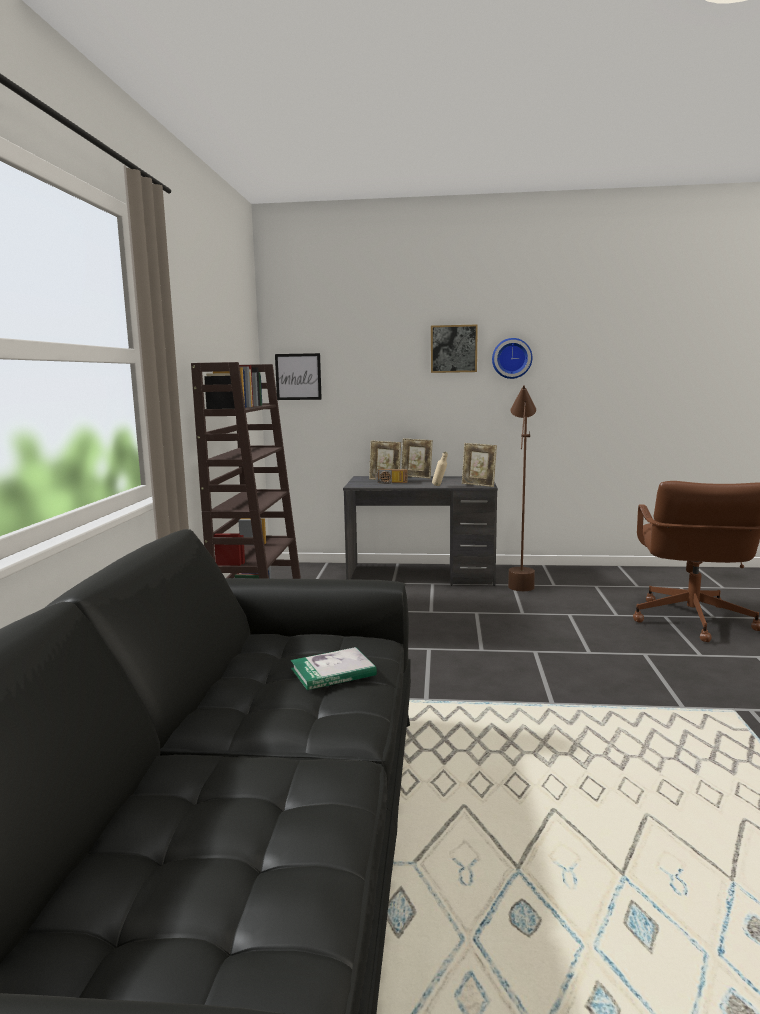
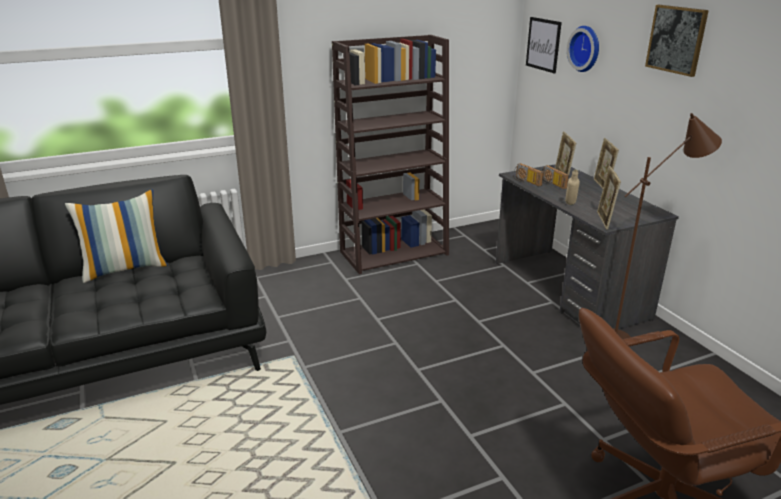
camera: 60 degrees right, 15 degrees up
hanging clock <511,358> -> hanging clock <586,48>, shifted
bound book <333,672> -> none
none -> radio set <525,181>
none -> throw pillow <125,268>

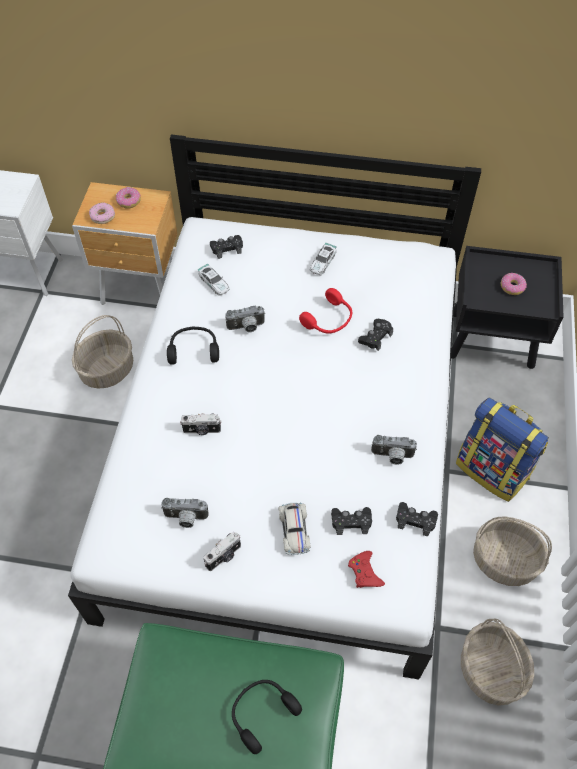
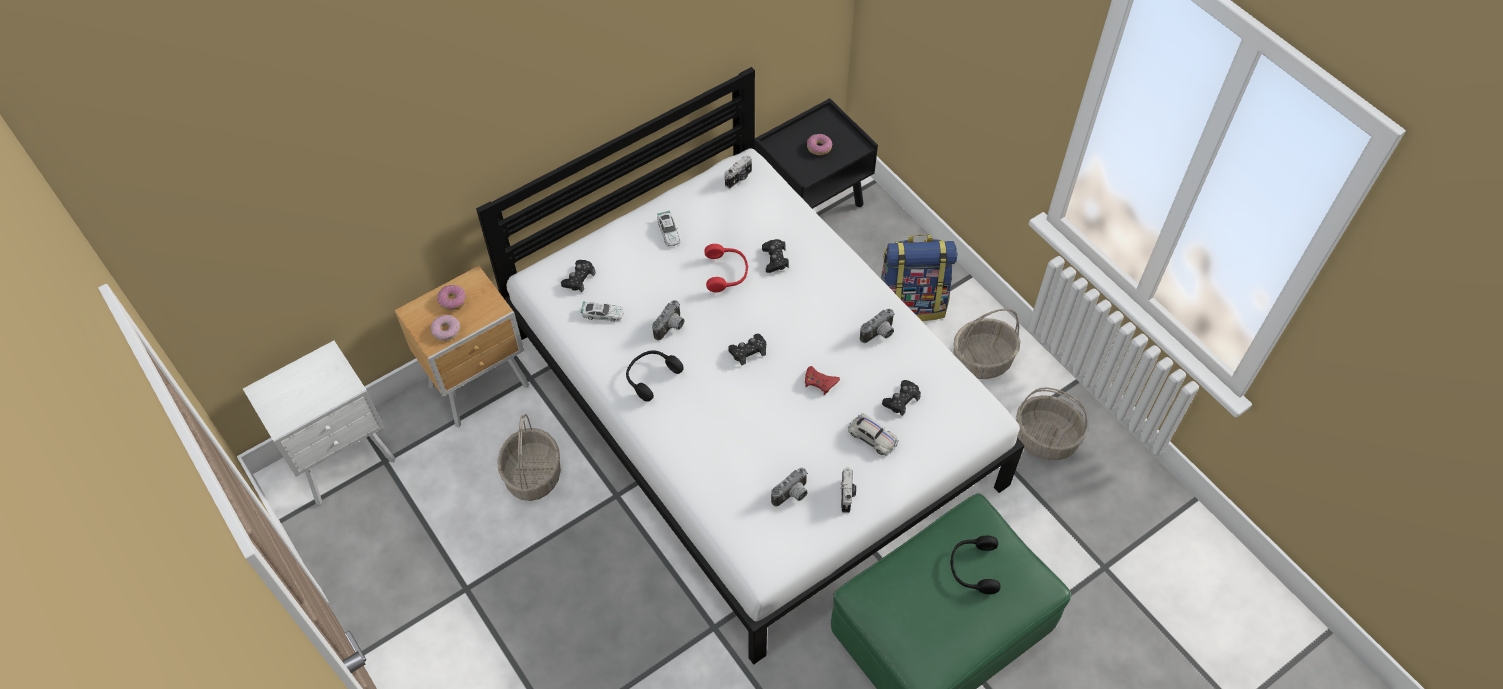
camera: 45 degrees left, 0 degrees up
still camera <202,430> -> still camera <739,178>, shifted
game controller/blackish <415,520> -> game controller/blackish <748,351>, shifted
game controller/red-coloured <365,572> -> game controller/red-coloured <820,382>, shifted

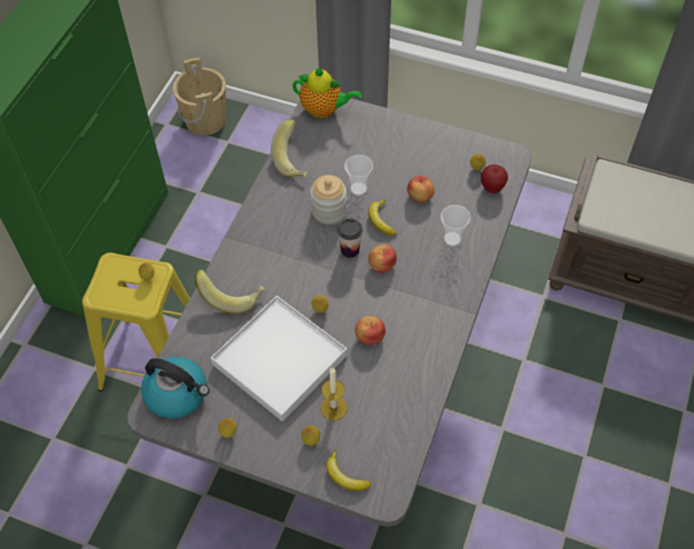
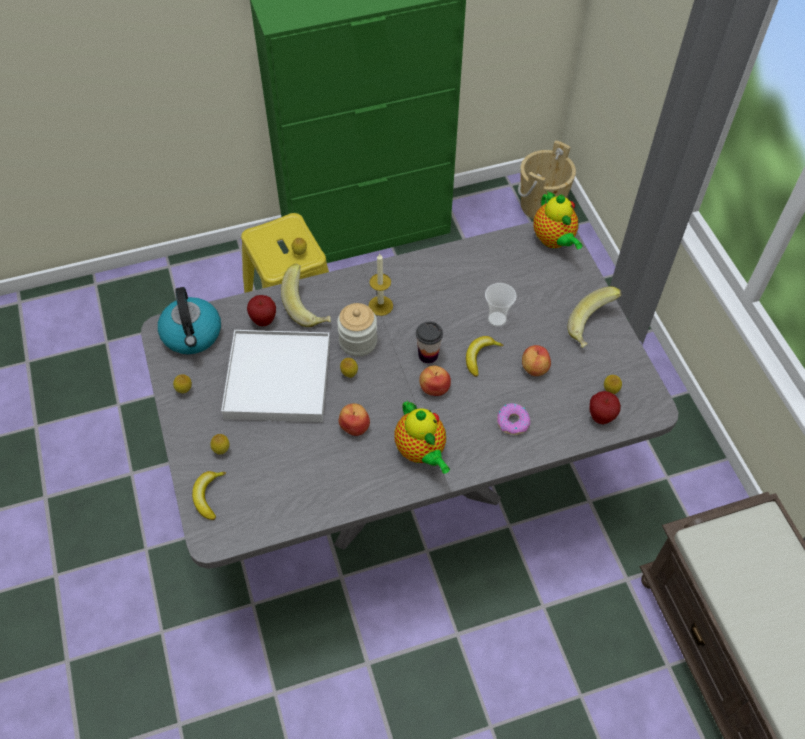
camera: 50 degrees right, 0 degrees up
banana <294,161> -> banana <592,328>, shifted
jar <329,211> -> jar <358,342>, shifted
small cup <452,239> -> ring doughnut <513,422>
candle <334,408> -> candle <380,305>, shifted
none -> apple <263,320>
none -> teapot <421,451>

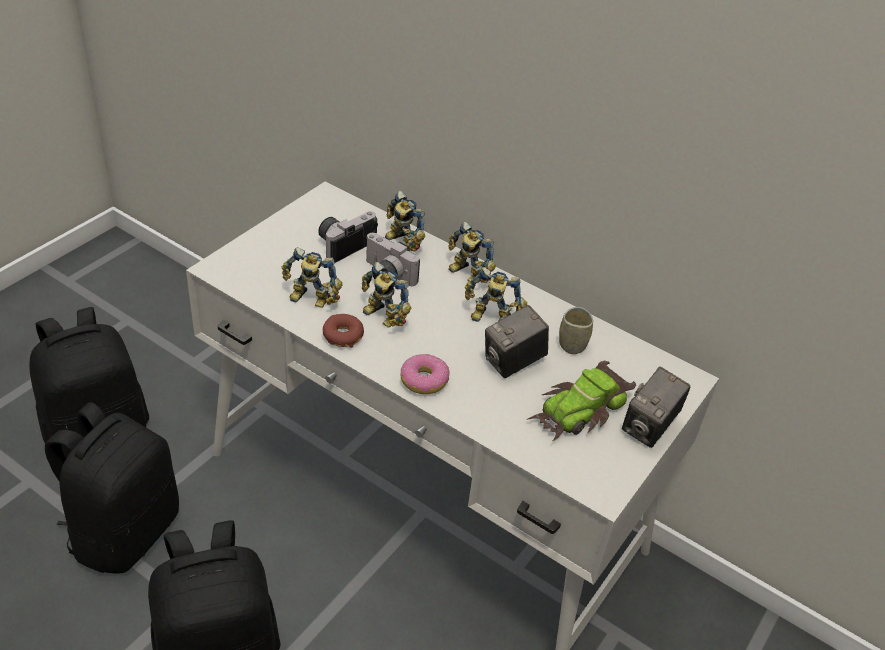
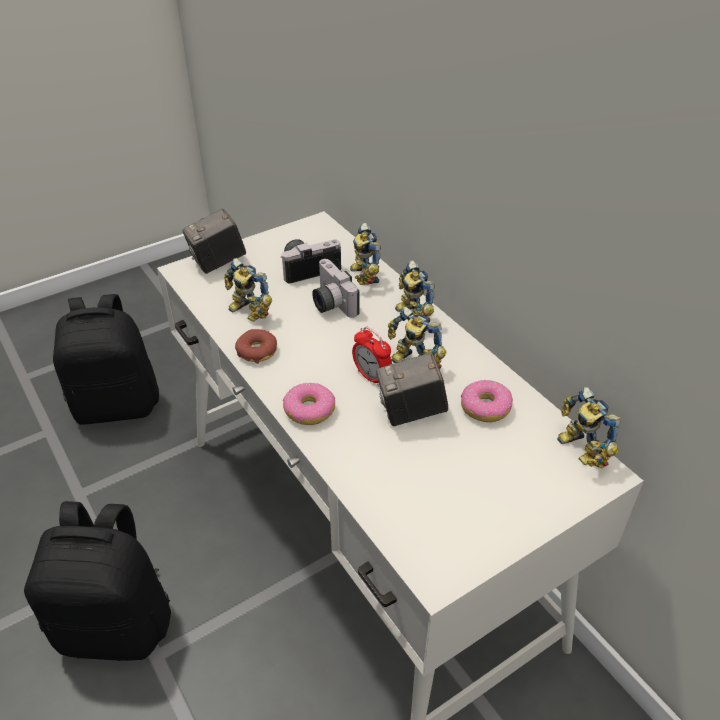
camera: 25 degrees right, 0 degrees up
toy robot <381,317> -> toy robot <578,450>, shifted
small cup <572,345> -> ring doughnut <485,407>
miniature car <580,409> -> none
still camera <648,428> -> still camera <218,262>, shifted
knapsack/blackish <124,531> -> none
none -> bedside clock <371,377>

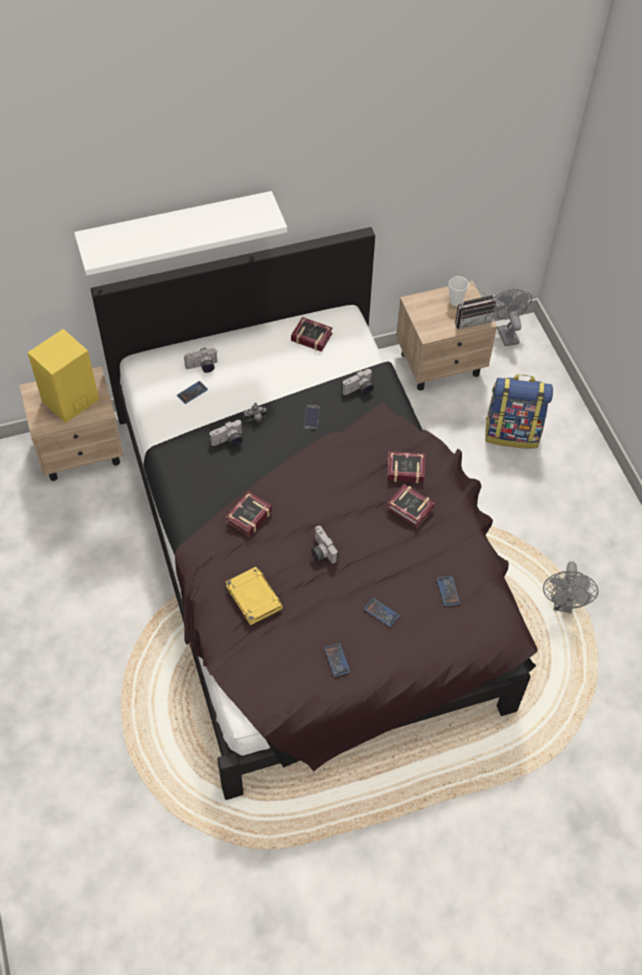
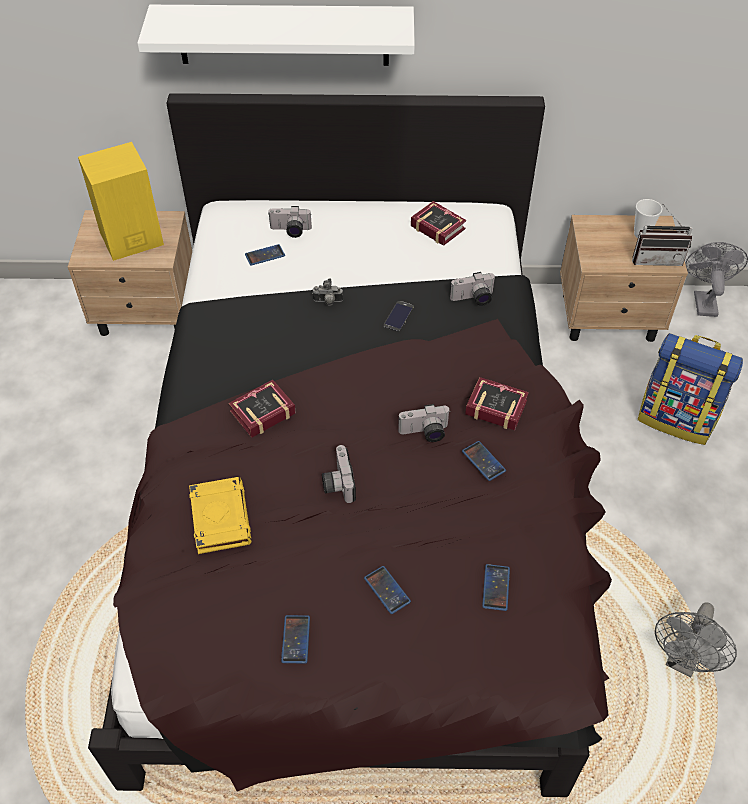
camera: 20 degrees right, 5 degrees down
still camera <228,441> -> still camera <424,433>, shifted
bound book <411,510> -> phone <483,461>

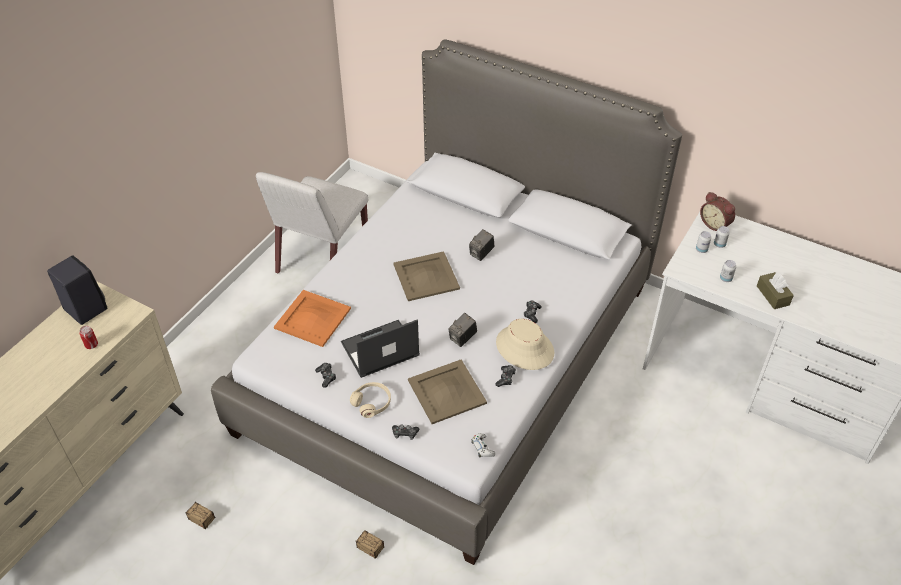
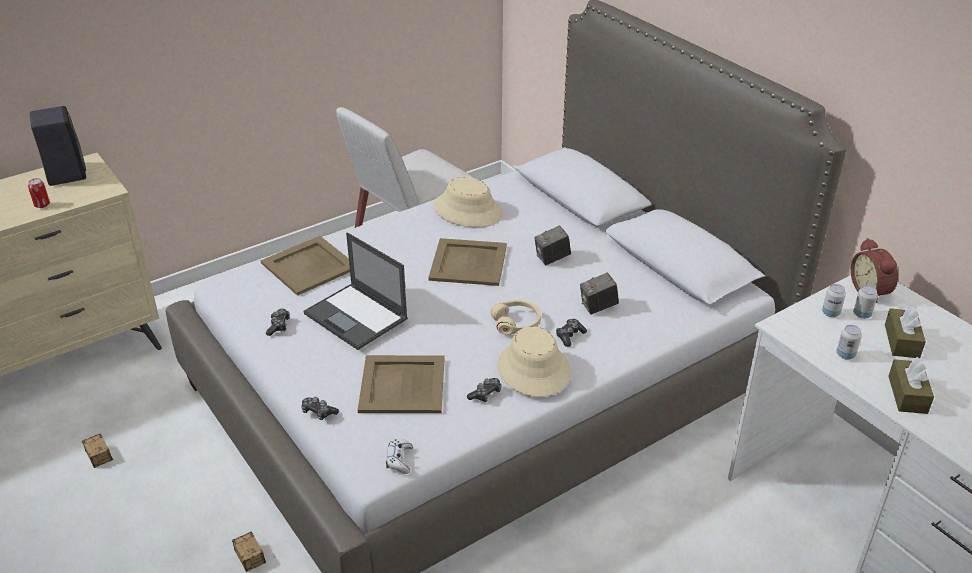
camera: 25 degrees right, 10 degrees down
tray/orangey <312,318> -> tray/beige-coloured <308,265>
still camera <462,338> -> still camera <598,307>, shifted
laptop <379,349> -> laptop <357,317>, 135 degrees counterclockwise
pair of headphones/beige-coloured <372,402> -> pair of headphones/beige-coloured <516,323>, shifted
none -> clothing hat/beige-coloured <468,210>
none -> box of tissues/brown-coloured <901,341>

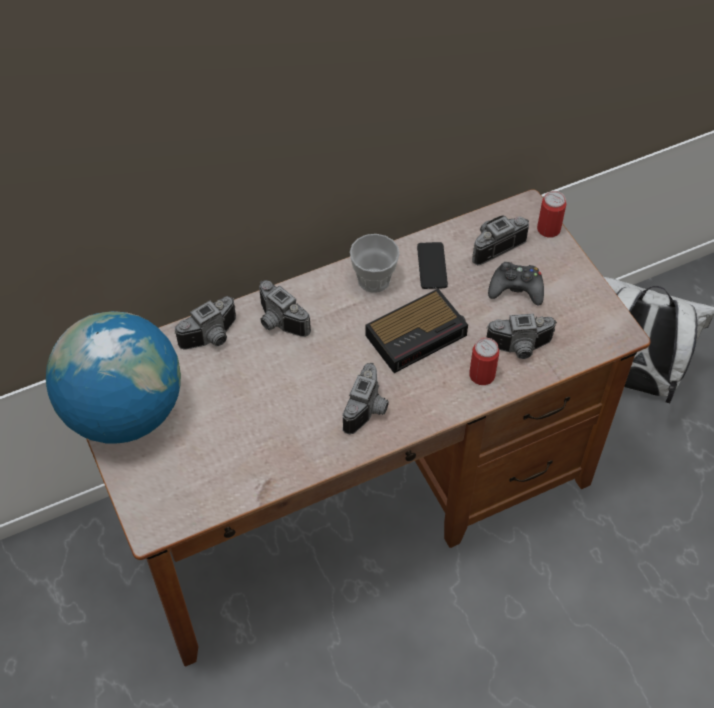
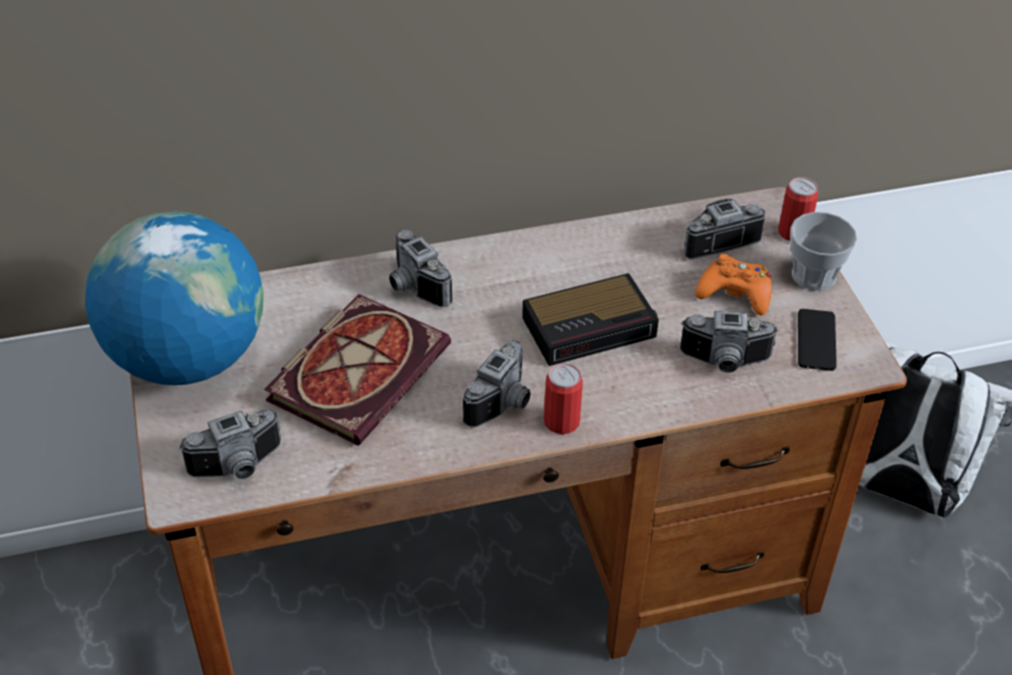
camera: 10 degrees right, 10 degrees down
small cup <374,279> -> small cup <813,276>, shifted
phone <432,266> -> phone <816,340>, shifted
game controller/blackish <516,289> -> game controller/orangey <735,293>
still camera <213,338> -> still camera <239,467>, shifted
metal can <482,375> -> metal can <561,421>, shifted
none -> bound book <359,369>

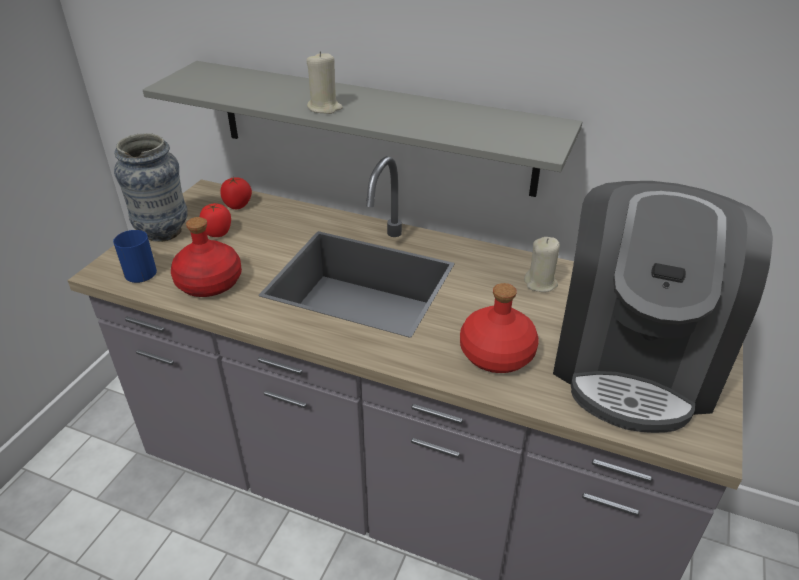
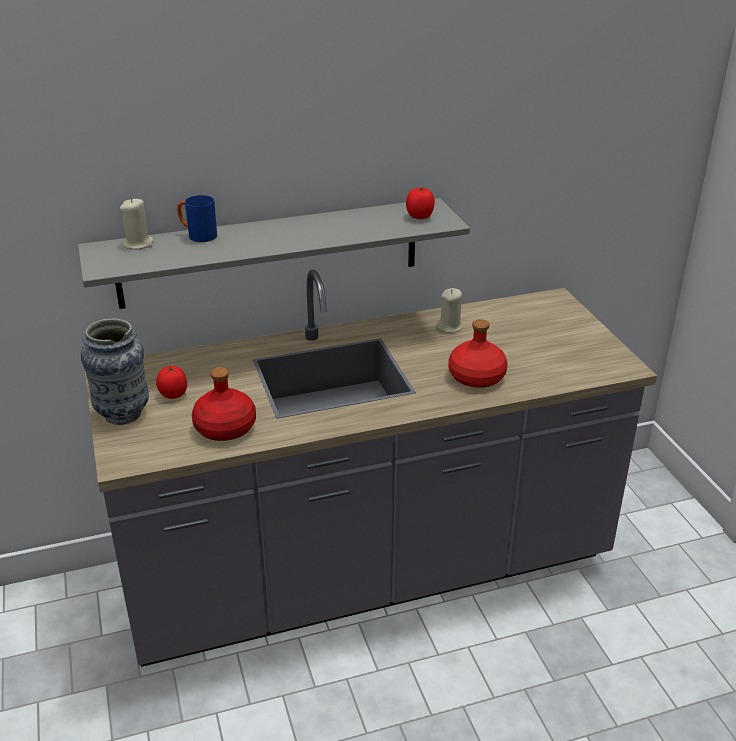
camera: 40 degrees left, 5 degrees down
candle/beige-coloured <324,108> -> candle/beige-coloured <138,244>, shifted
fresh tomato <238,206> -> fresh tomato <420,217>, shifted
coffee brewer <634,361> -> none
coffee mug/blue-coloured <139,270> -> coffee mug/blue-coloured <197,236>, shifted

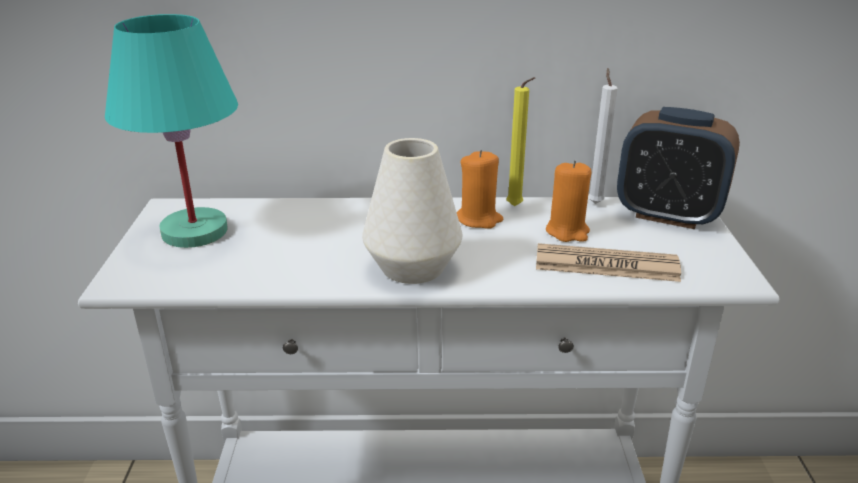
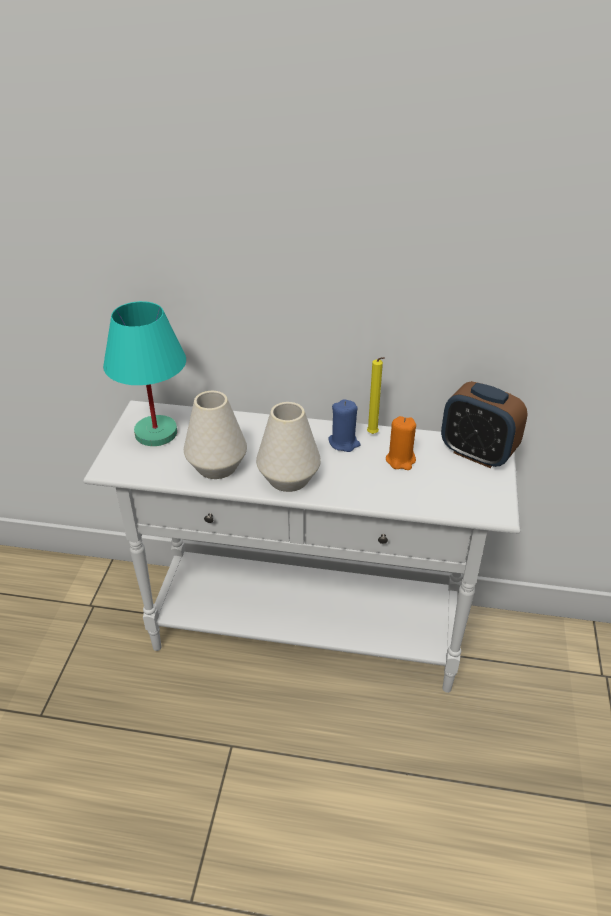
camera: 10 degrees right, 10 degrees up
candle/white-coloured <594,202> -> none
candle/orangey <479,219> -> candle/blue-coloured <344,443>
newspaper <606,265> -> none
none -> flower vase/white-coloured <216,466>

